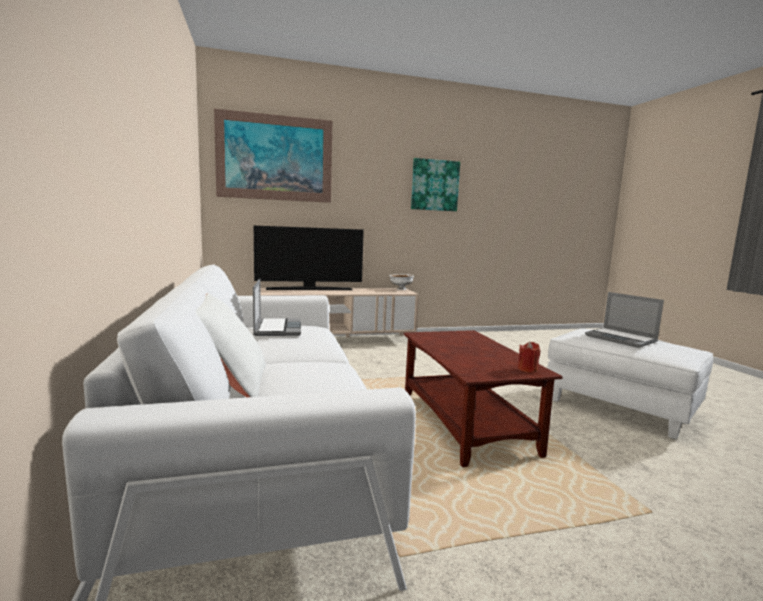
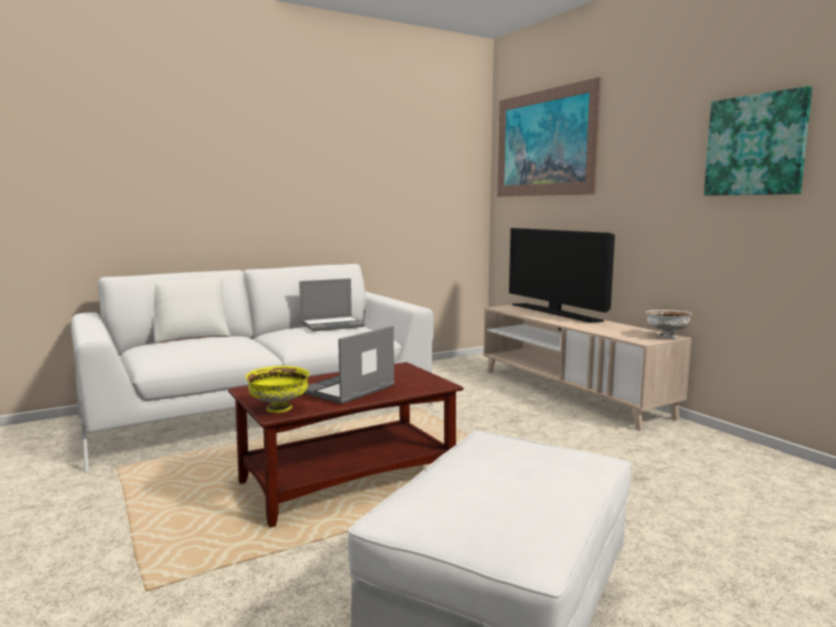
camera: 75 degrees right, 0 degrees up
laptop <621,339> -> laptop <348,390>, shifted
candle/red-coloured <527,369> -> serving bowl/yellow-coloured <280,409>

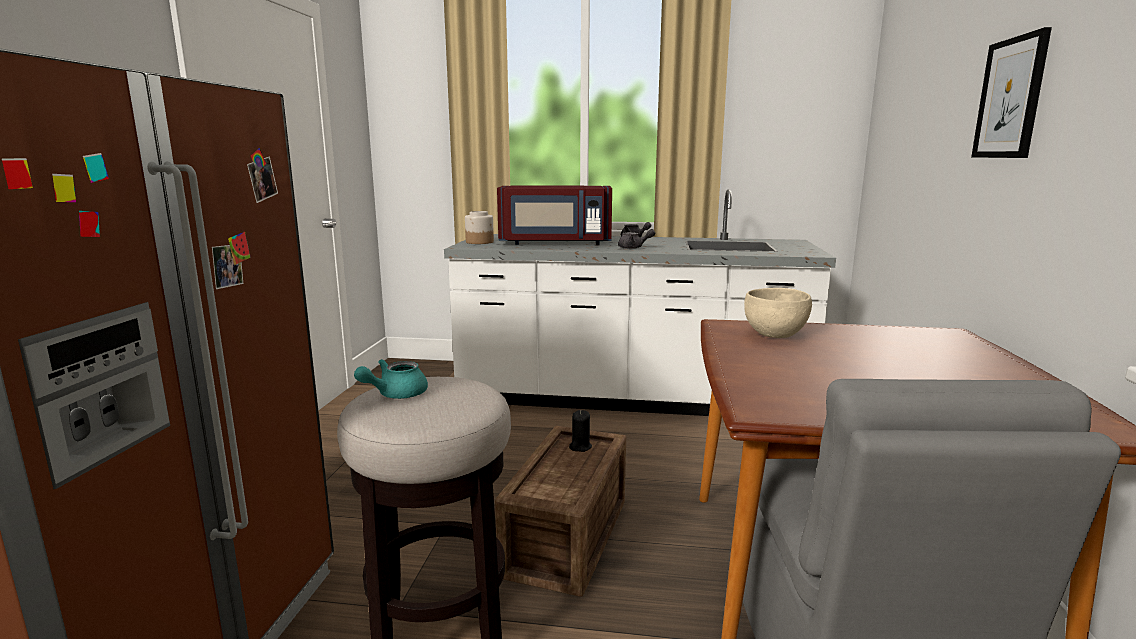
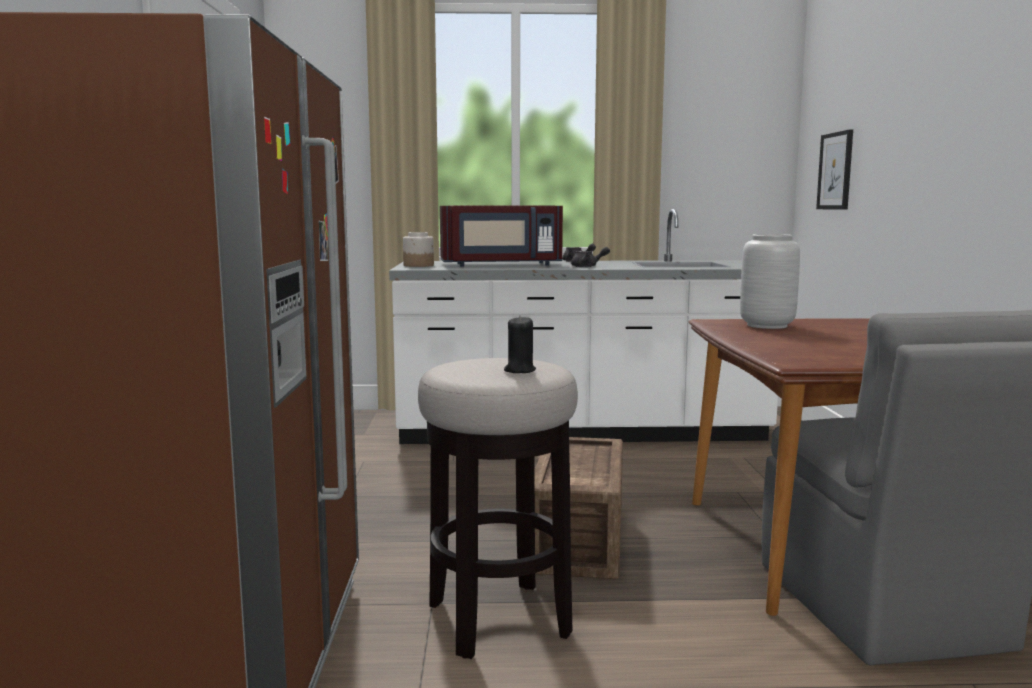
camera: 10 degrees left, 5 degrees down
wall picture <1010,98> -> wall picture <835,171>, shifted
serving bowl/beige-coloured <774,335> -> flower vase/grey <766,325>
teapot/turquoise-coloured <395,394> -> none
candle/blackish <580,447> -> candle/blackish <519,370>, shifted

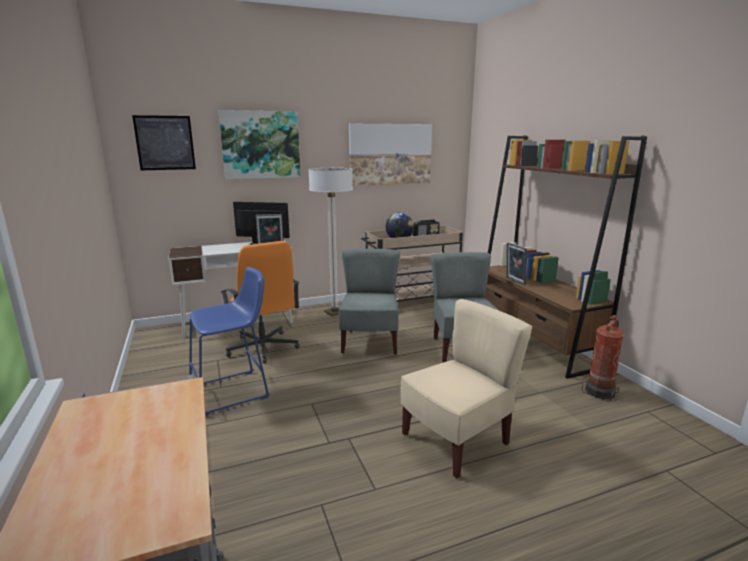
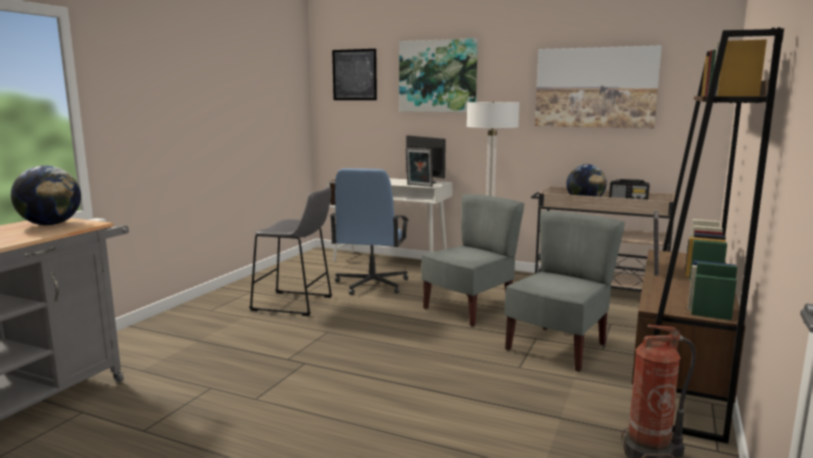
camera: 45 degrees right, 5 degrees down
desk chair/orangey <263,348> -> desk chair/blue-coloured <371,284>
stool/blue-coloured <233,391> -> stool/grey <296,304>
chair/beige-coloured <456,440> -> none
none -> world globe <51,224>

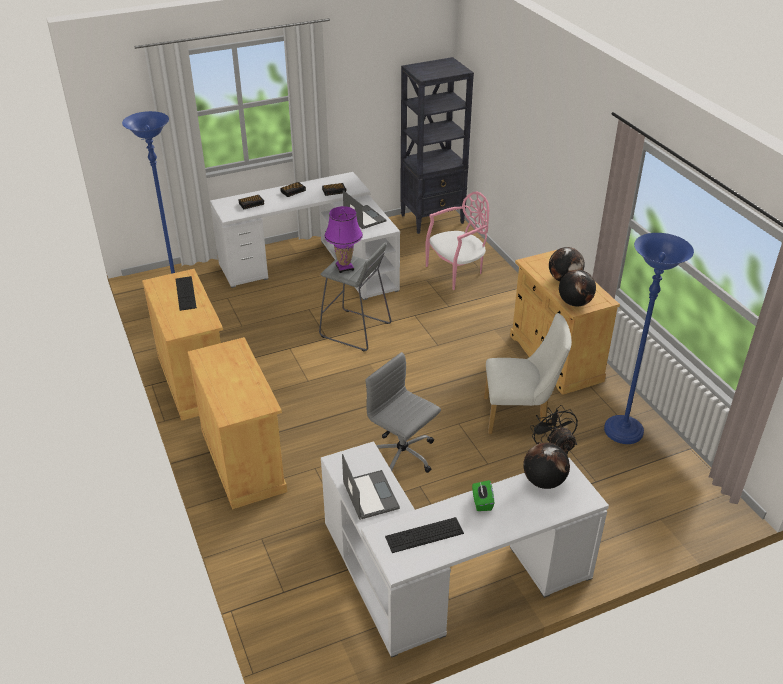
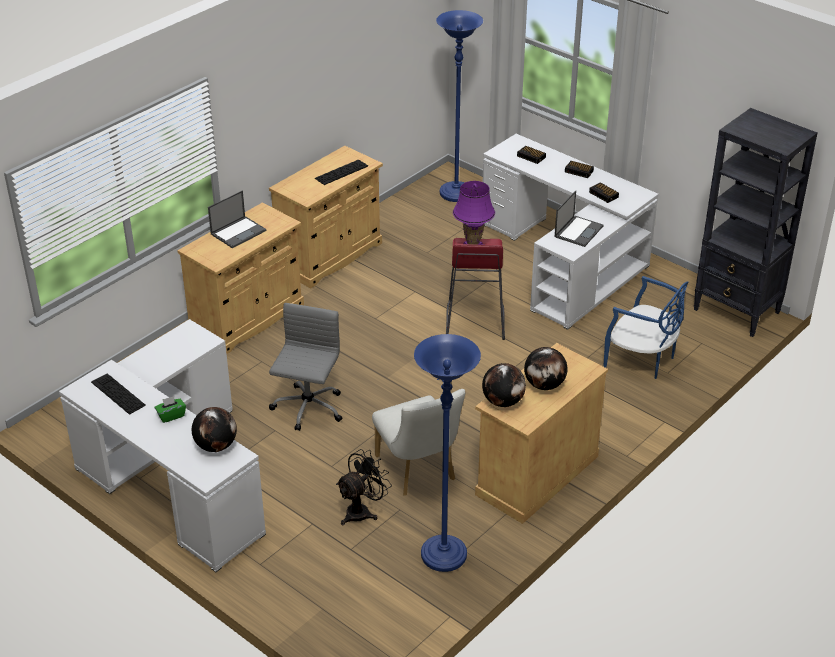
camera: 65 degrees right, 0 degrees up
chair/pinkish <457,272> -> chair/blue-coloured <642,360>
stool/grey <355,330> -> stool/red-coloured <474,322>
laptop <370,494> -> laptop <238,232>, shifted

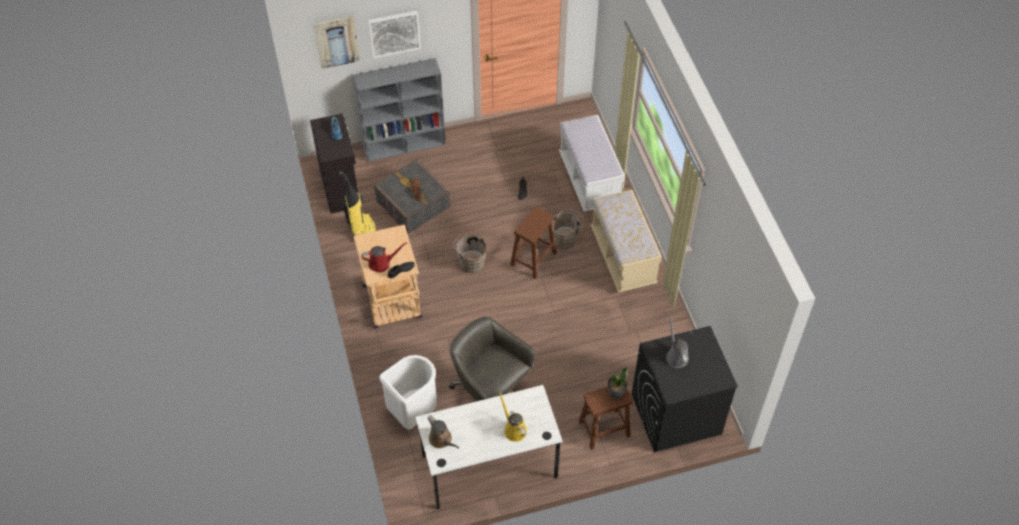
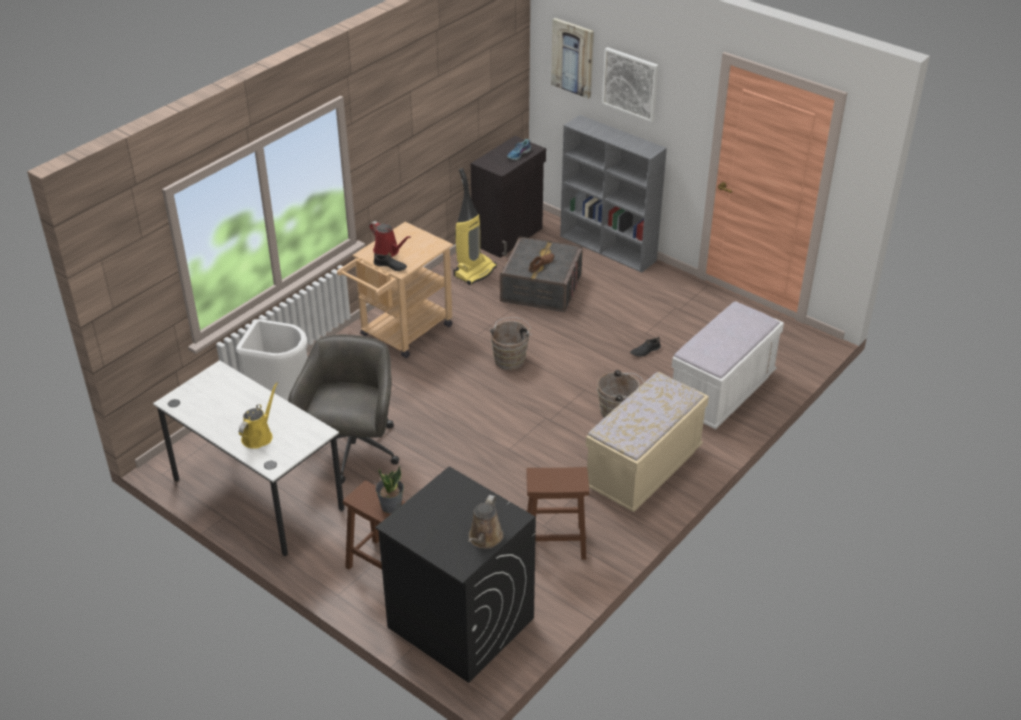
camera: 55 degrees right, 15 degrees down
stool/brown-coloured <533,258> -> stool/brown-coloured <556,542>, shifted
sprinkling can/grey <676,356> -> none
sprinkling can/brown-coloured <441,440> -> sprinkling can/brown-coloured <484,539>, shifted

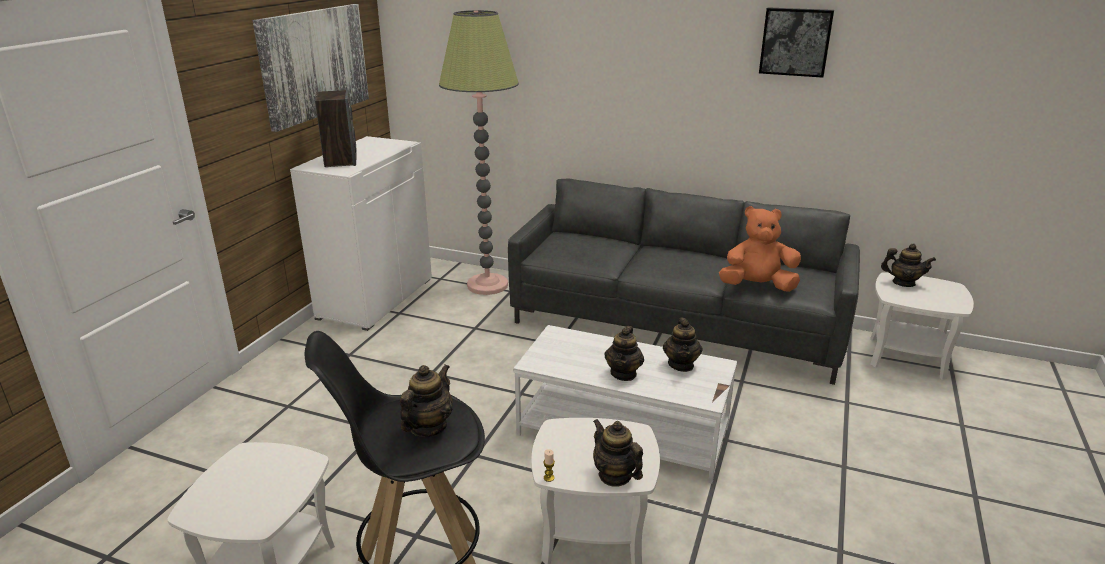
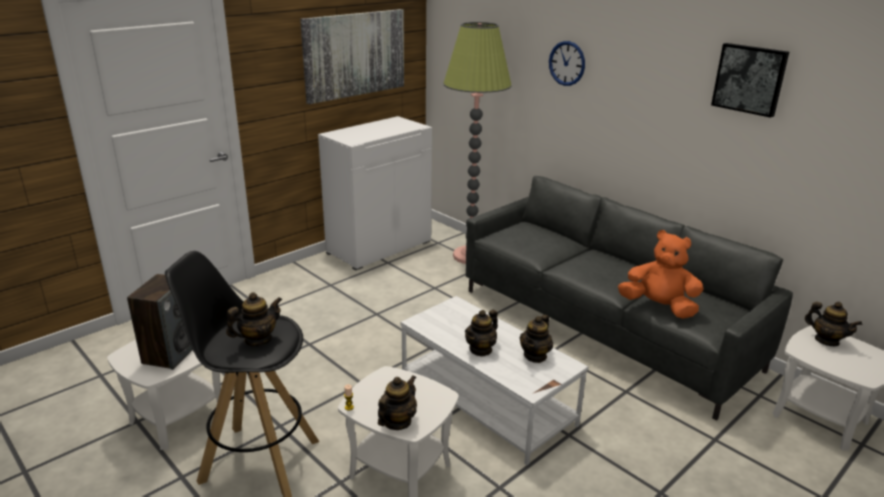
camera: 25 degrees right, 0 degrees up
audio speaker <340,160> -> audio speaker <171,353>, shifted
teapot <615,475> -> teapot <397,422>, 45 degrees clockwise
none -> hanging clock <567,63>

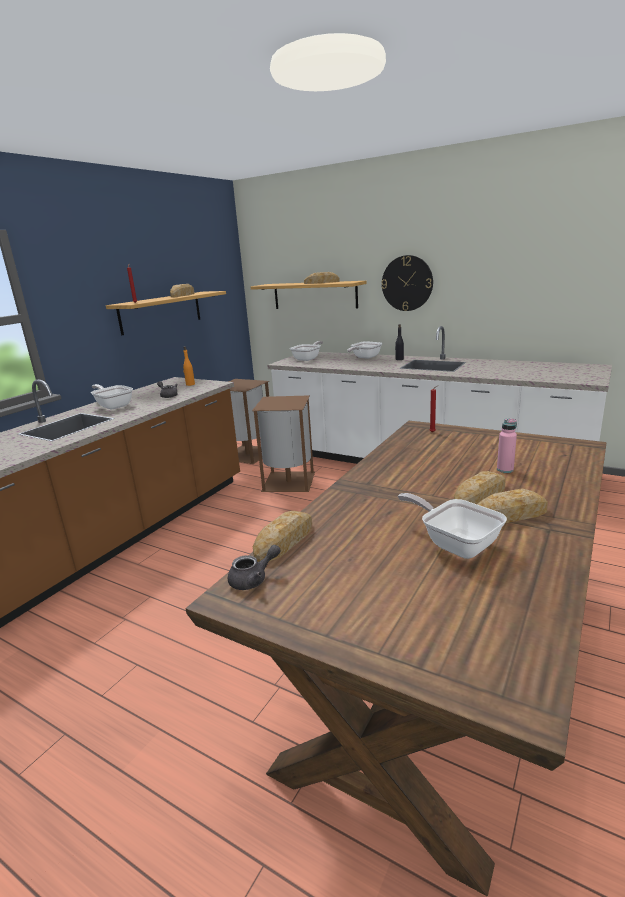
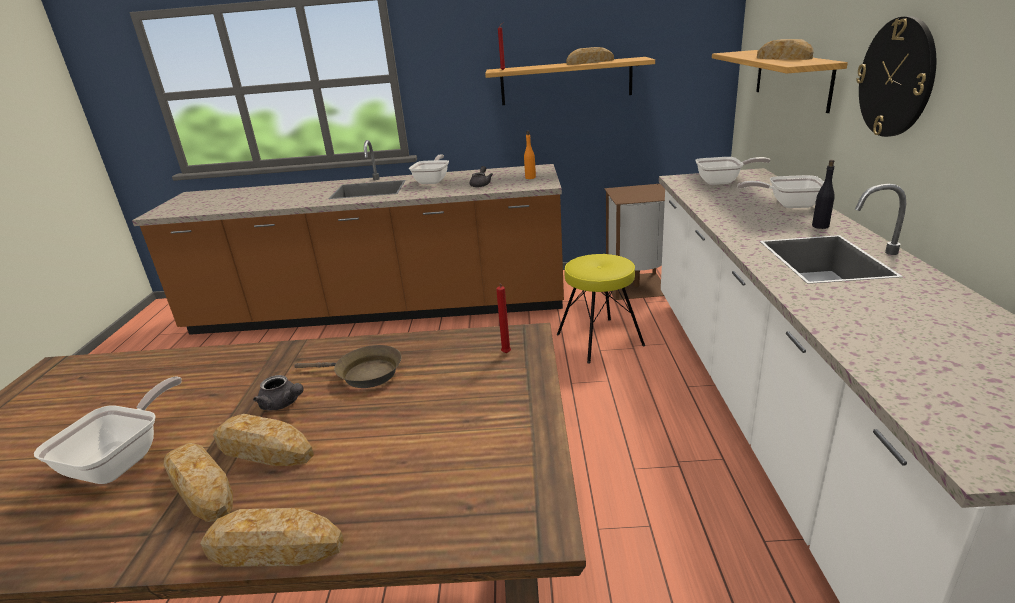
camera: 60 degrees right, 5 degrees up
rubbish bin/brown-coloured <290,481> -> stool/yellow-coloured <600,340>
drink bottle/pinkish <505,469> -> none
baked bread <285,541> -> baked bread <273,548>, shifted
teapot/grey <253,579> -> teapot/grey <283,404>, shifted
none -> skillet/brown-coloured <364,374>

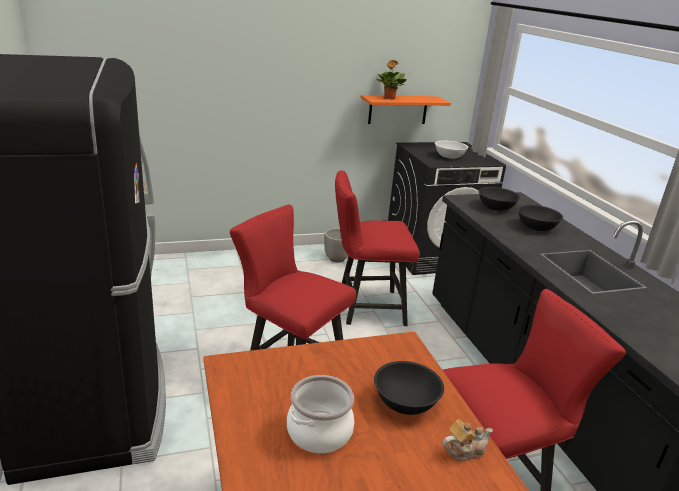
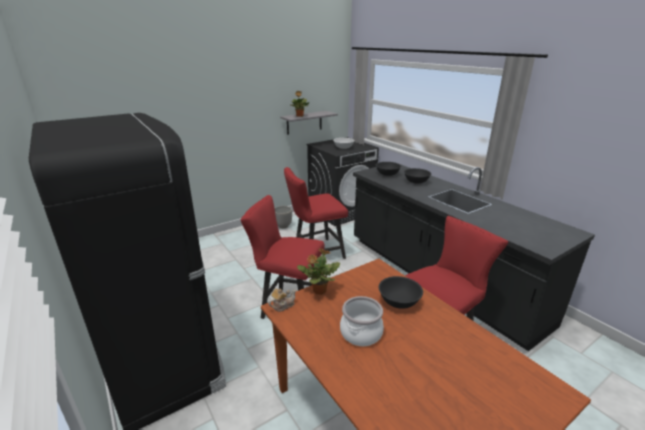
camera: 15 degrees left, 0 degrees up
bracket shelf/orangey <398,109> -> bracket shelf/grey <304,122>
teapot <464,450> -> teapot <283,305>, shifted
none -> plant in a pot <319,291>

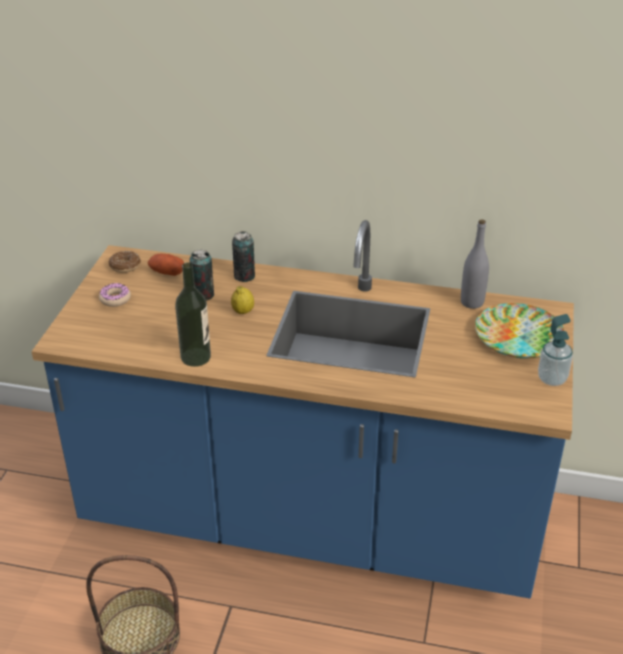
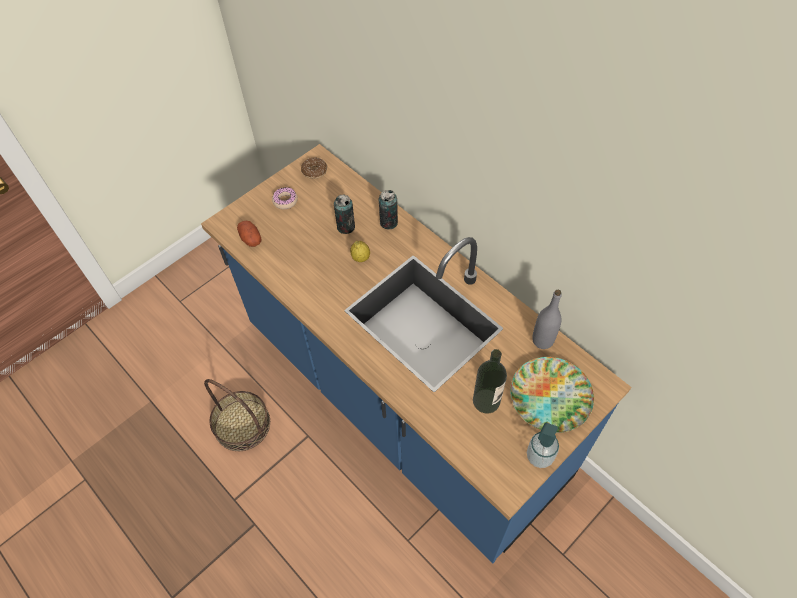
camera: 35 degrees right, 20 degrees up
spud <167,272> -> spud <250,238>, shifted
drink bottle <195,357> -> drink bottle <486,401>, shifted

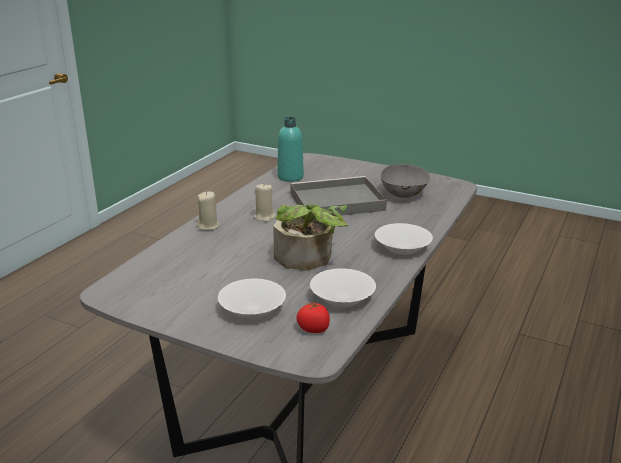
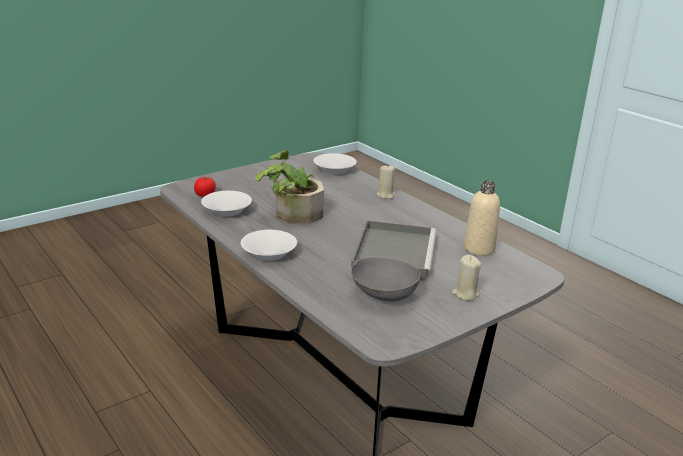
camera: 115 degrees right, 0 degrees up
drink bottle/turquoise-coloured <290,177> -> drink bottle/beige-coloured <479,249>
candle/beige-coloured <264,217> -> candle/beige-coloured <465,294>, shifted
serving bowl/white-coloured <251,308> -> serving bowl/white-coloured <335,170>, shifted

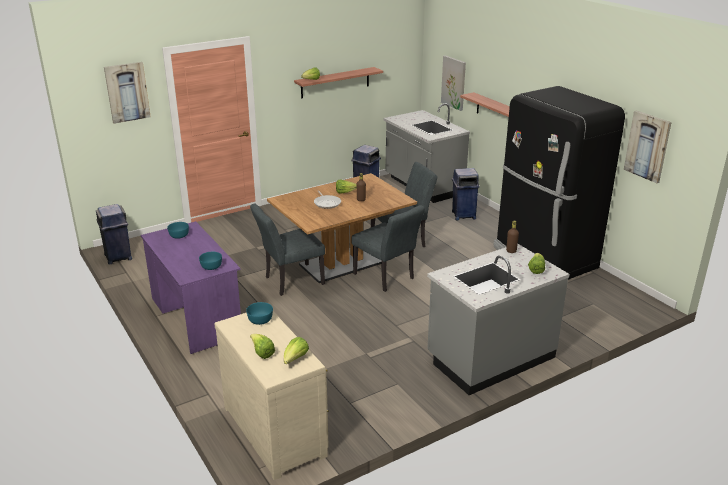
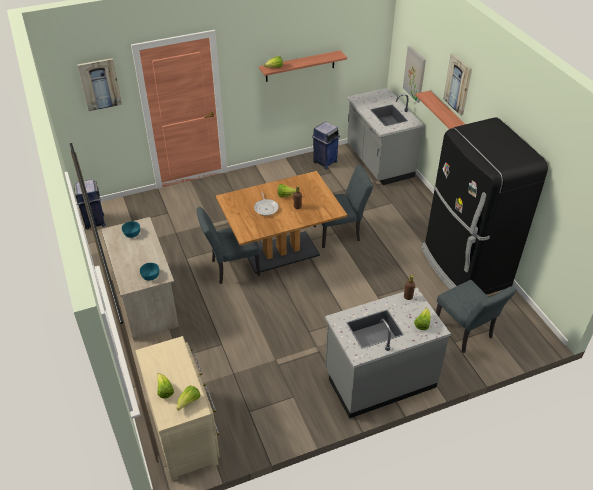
camera: 10 degrees right, 15 degrees up
wall picture <647,146> -> wall picture <458,84>, shifted
rubbish bin/blue-coloured <463,215> -> none
chair/grey <386,278> -> chair/grey <466,333>, shifted
desk unit/purple-coloured <196,317> -> desk unit/beige-coloured <145,299>
serving bowl/turquoise-coloured <260,320> -> none

